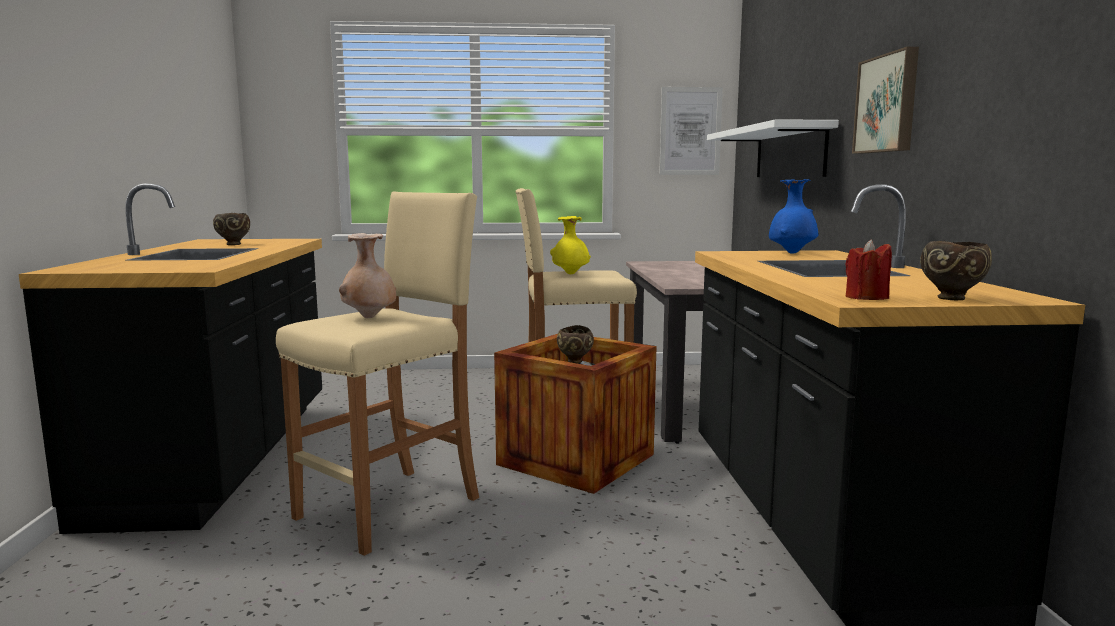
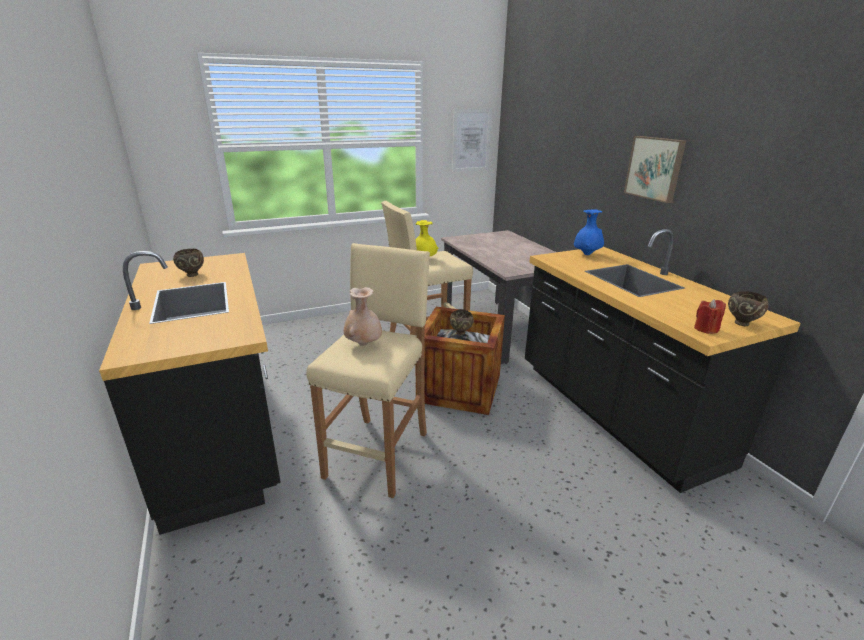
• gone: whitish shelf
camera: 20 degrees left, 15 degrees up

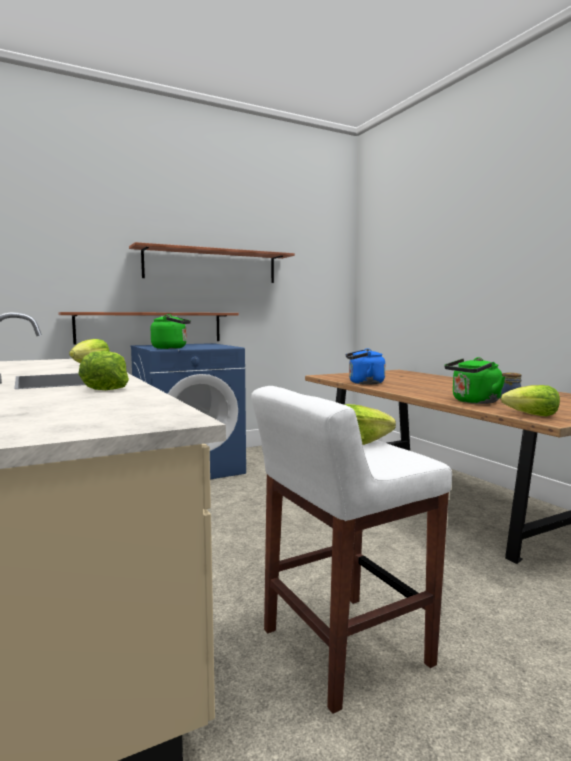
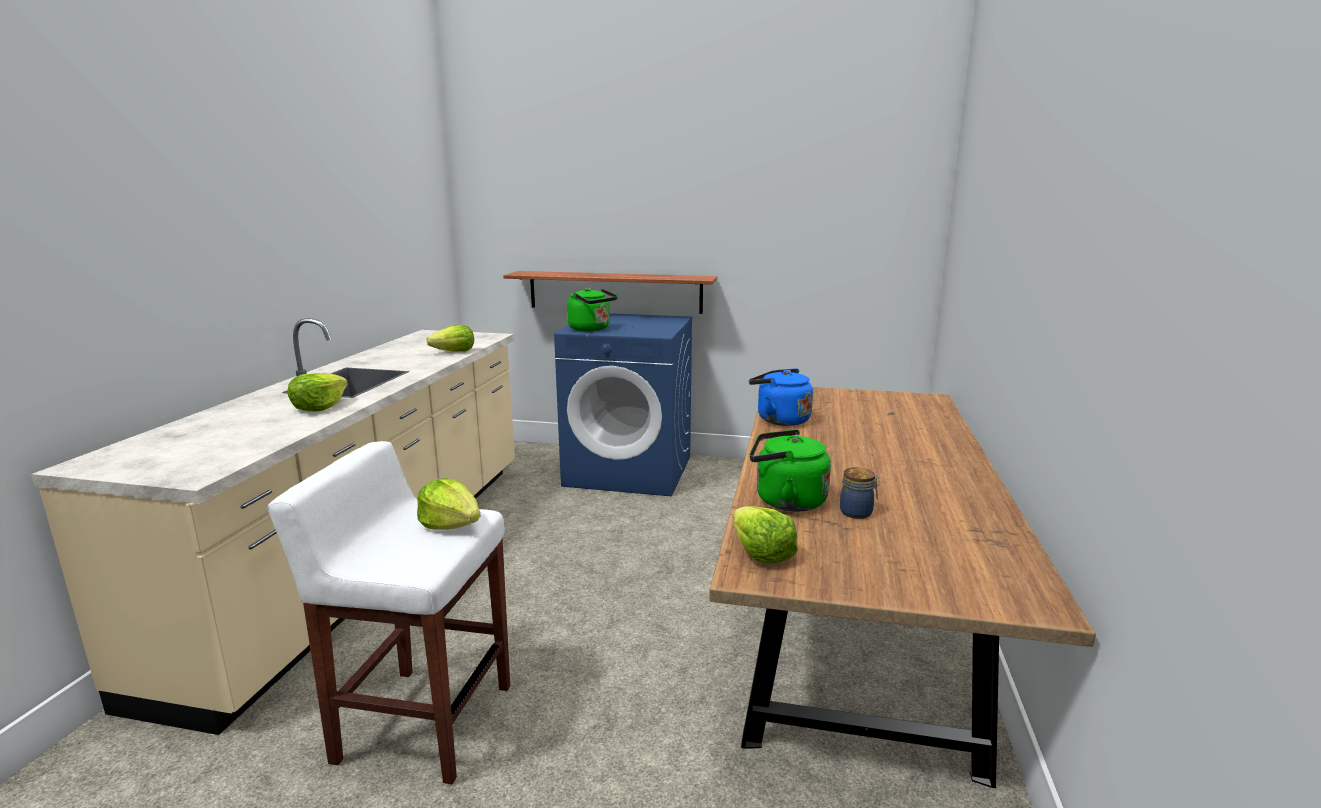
• gone: shelf (no. 2 from left)
camera: 40 degrees right, 10 degrees up

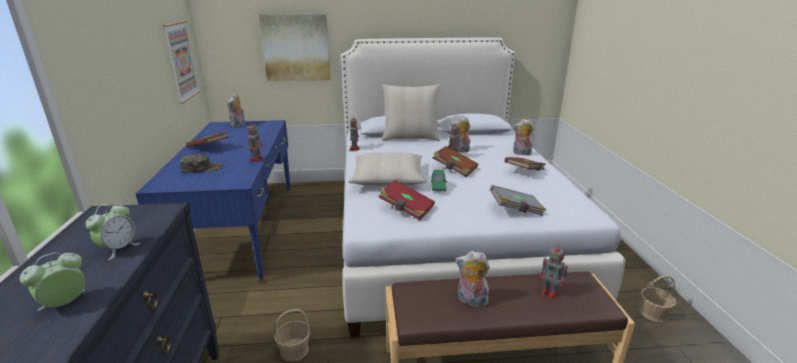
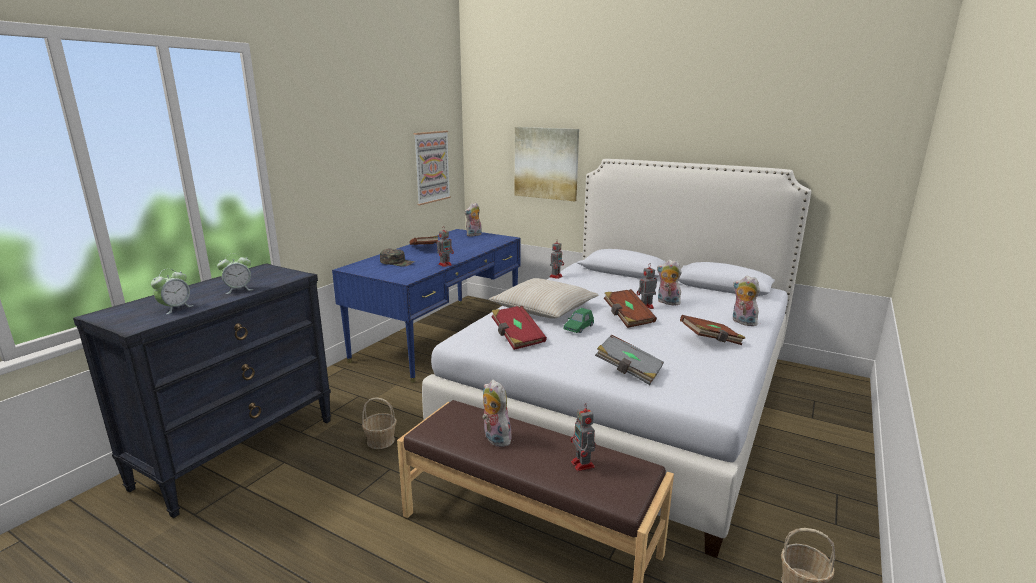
• rotated: alarm clock (no. 1 from left) 135 degrees clockwise
• gone: beige pillow (no. 2 from left)
camera: 35 degrees right, 5 degrees down

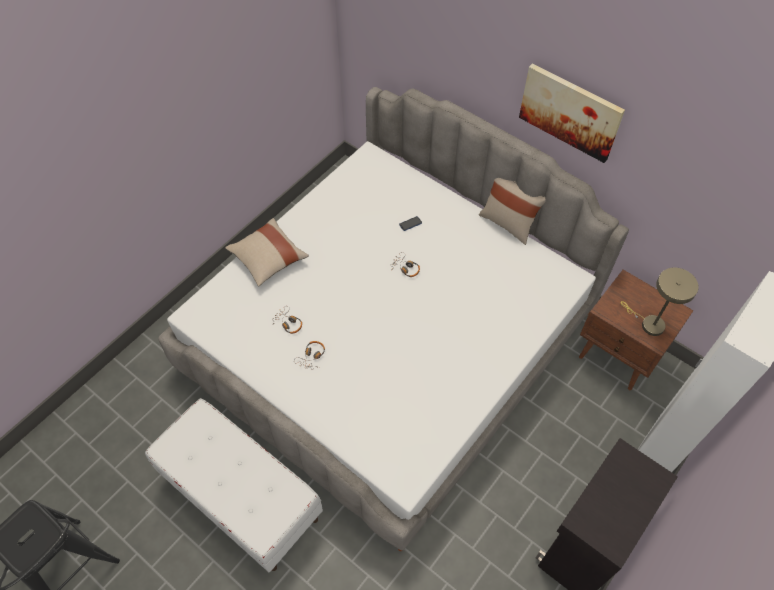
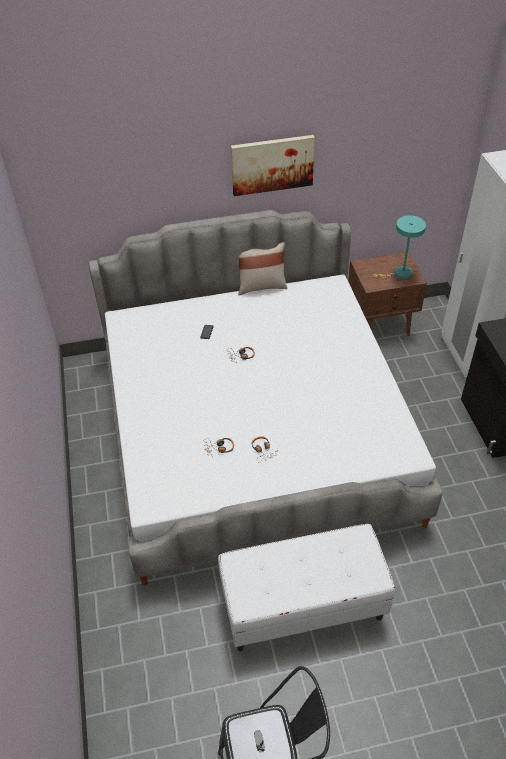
• repainted: beige tabletop lamp to turquoise tabletop lamp
• gone: beige pillow (no. 1 from left)
camera: 50 degrees left, 10 degrees down

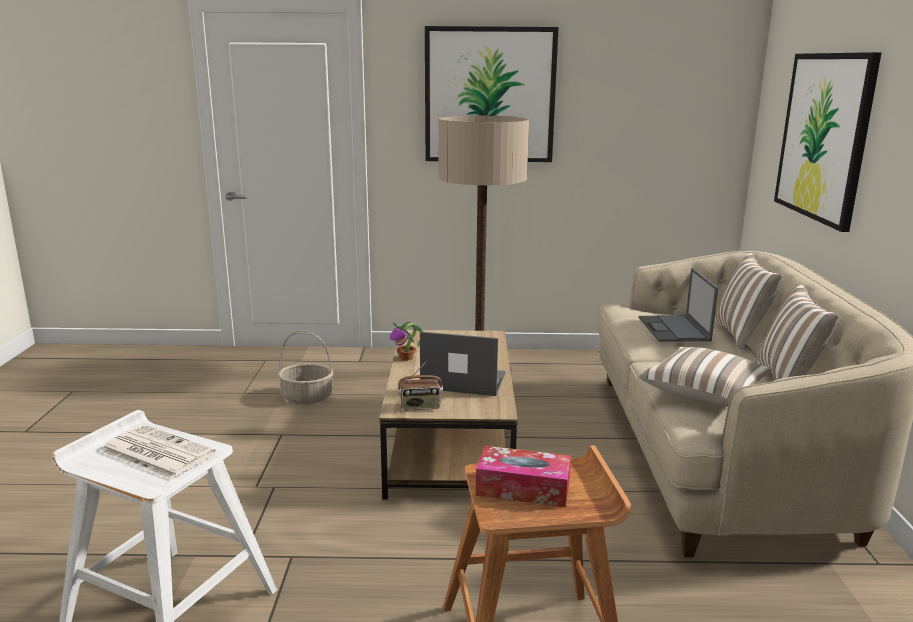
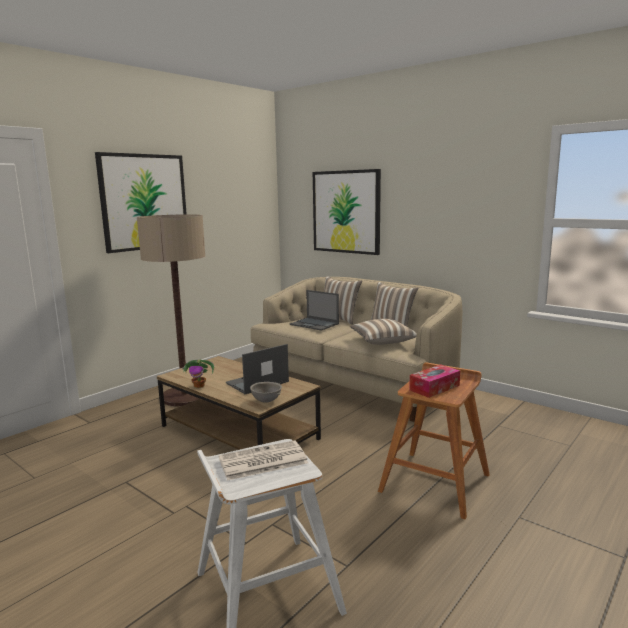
• swapped: radio set to grey deep dish
• gone: household basket
camera: 50 degrees left, 5 degrees down

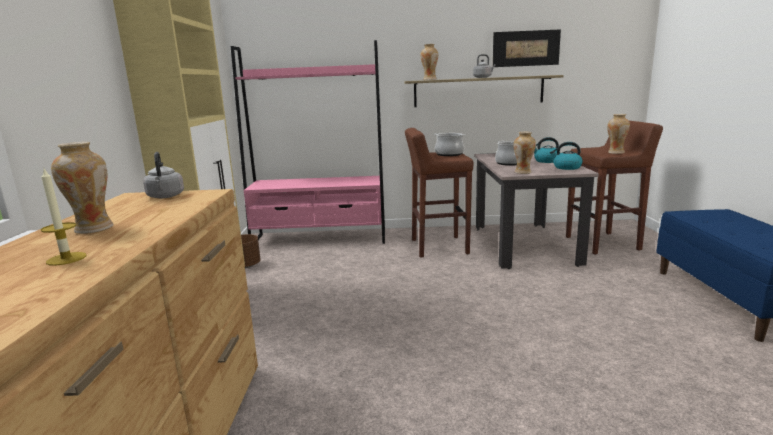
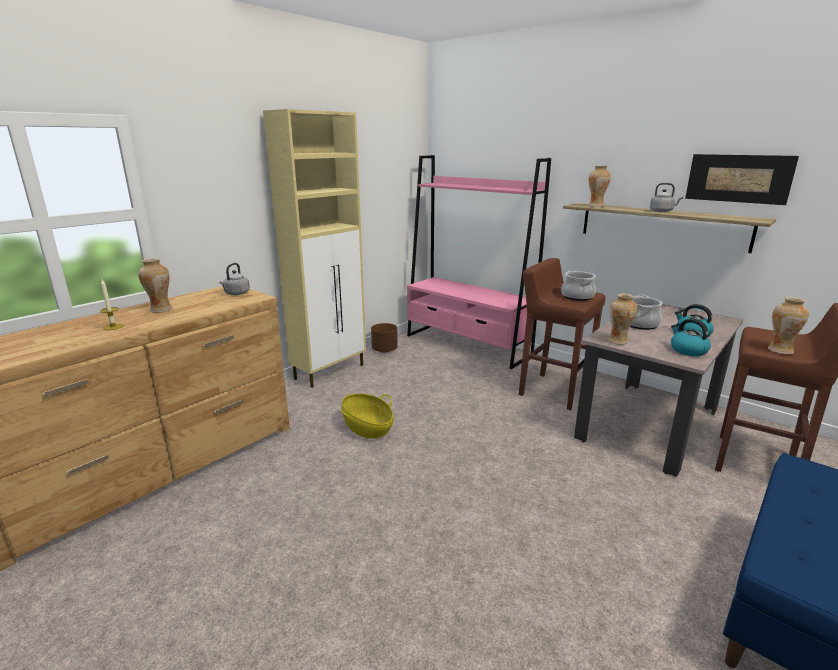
• new: household basket
camera: 40 degrees right, 5 degrees up

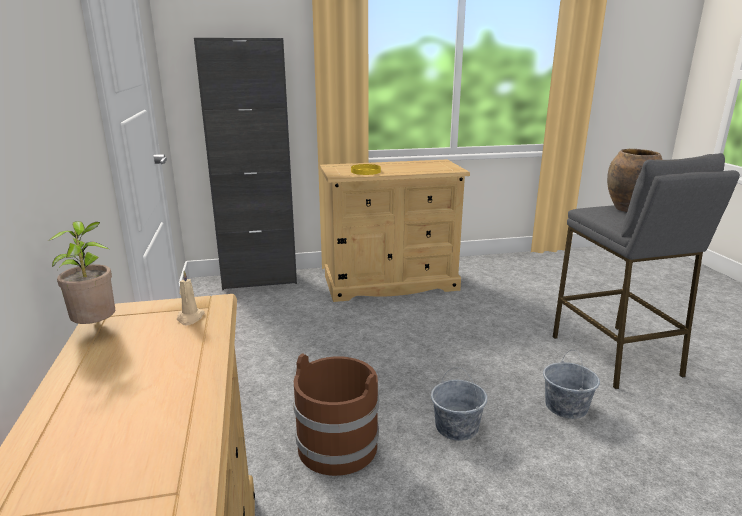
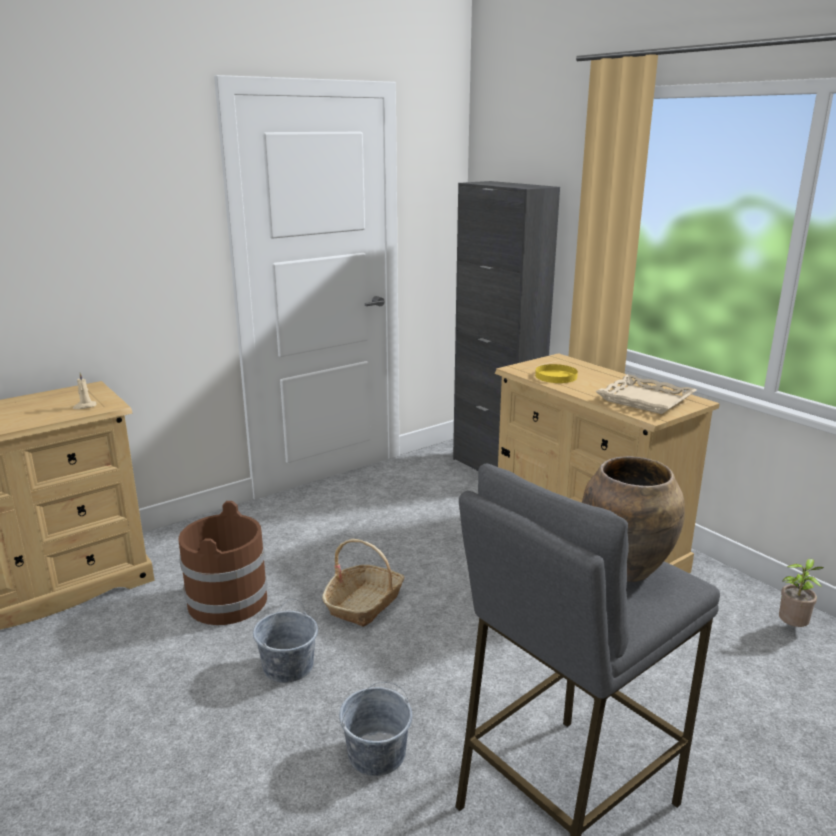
• new: household basket
• new: beige tray
• shifted: houseplant
camera: 65 degrees right, 0 degrees up

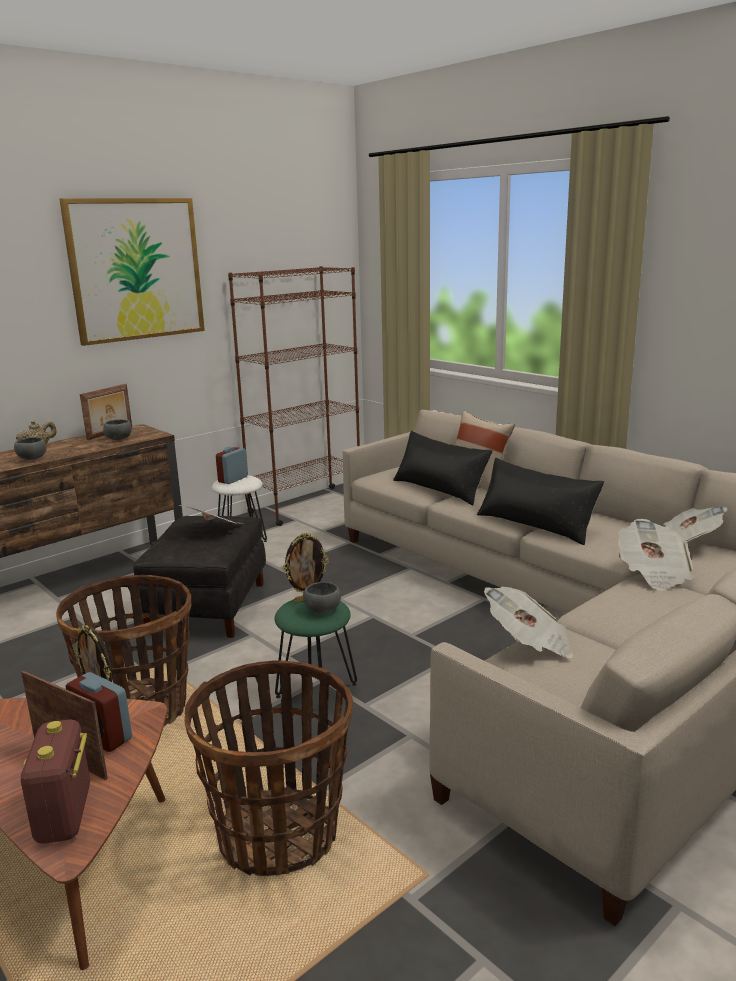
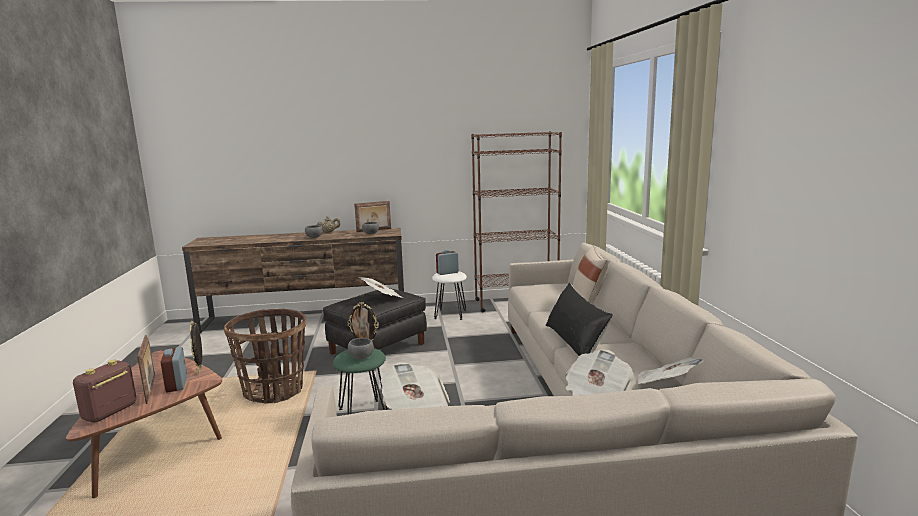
• gone: wall picture
• gone: household basket (no. 2 from left)
• gone: black-coloured pillow (no. 1 from left)
camera: 35 degrees right, 5 degrees down

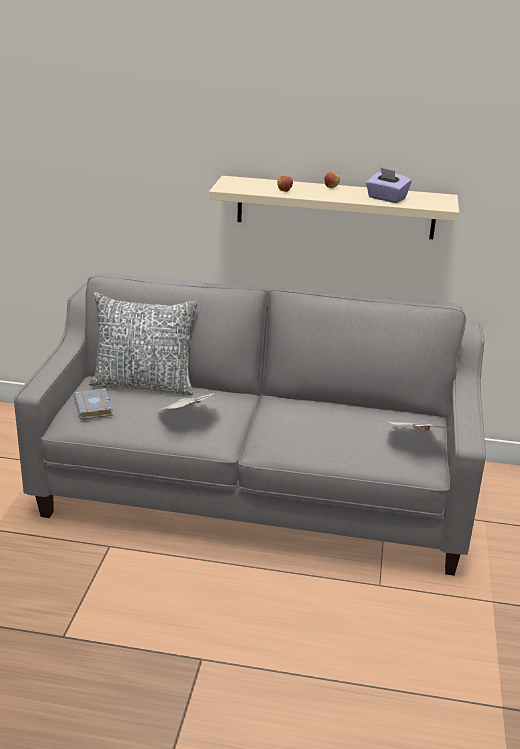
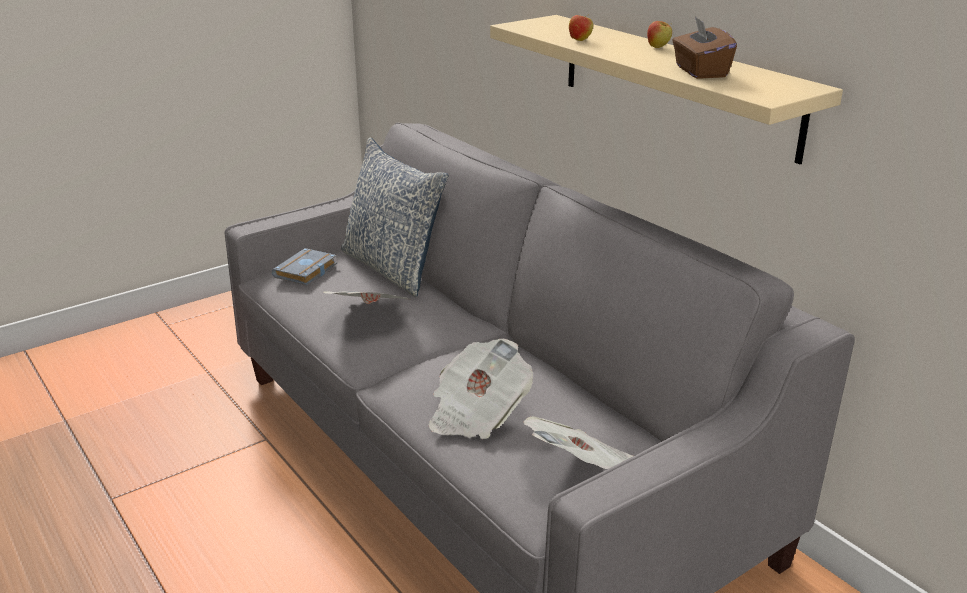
• new: printed paper (no. 2 from left)
• repainted: purple tissue box to brown-coloured tissue box
camera: 45 degrees right, 0 degrees up

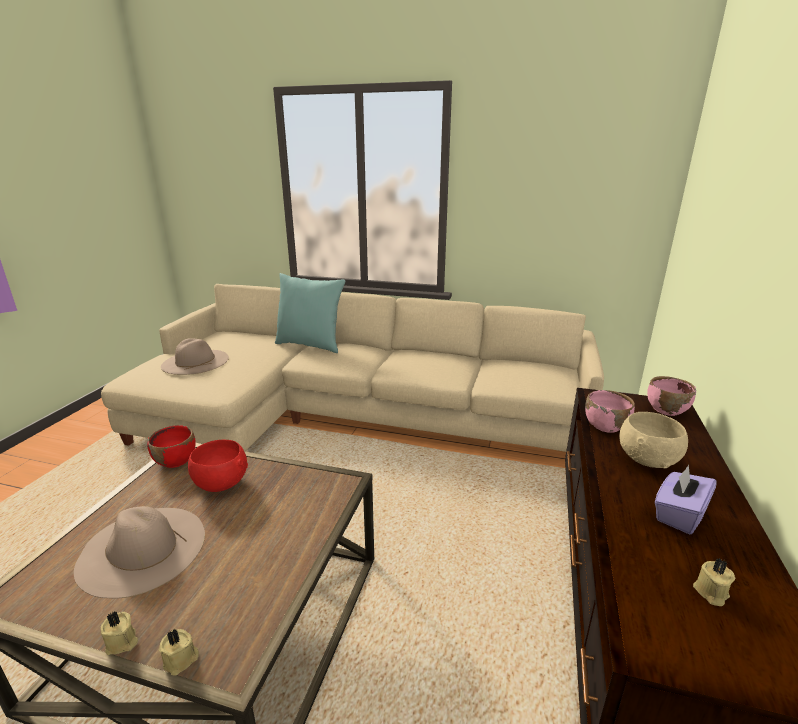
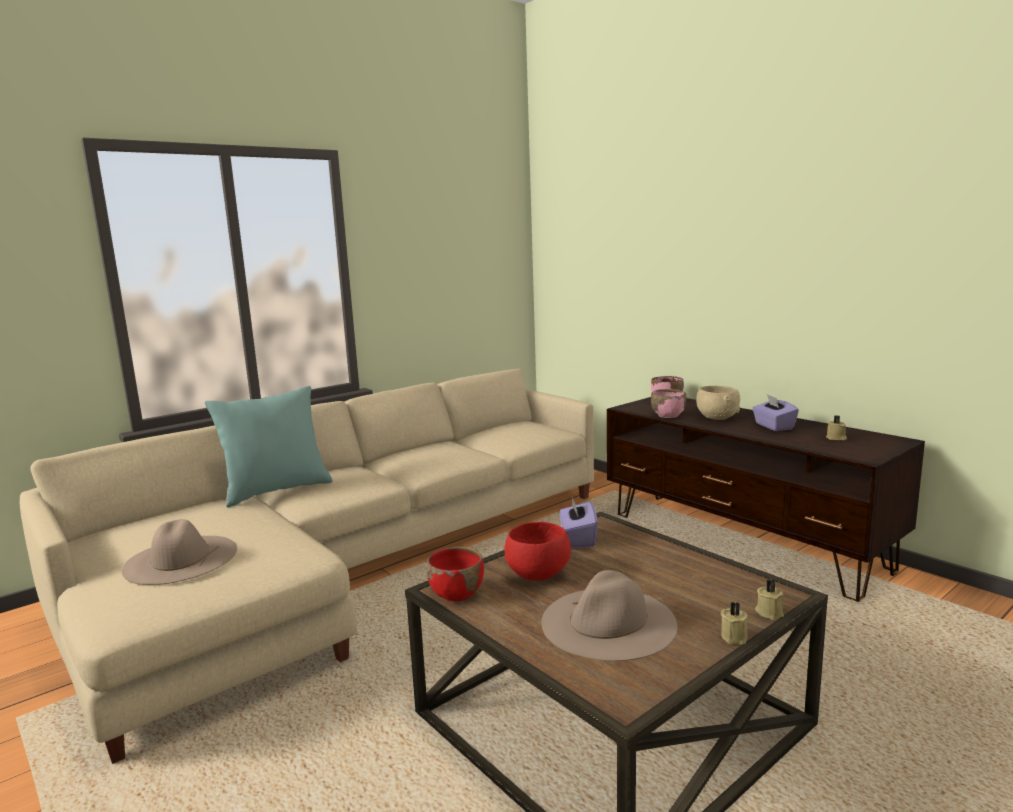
• new: purple tissue box (no. 1 from left)
camera: 55 degrees left, 10 degrees down

